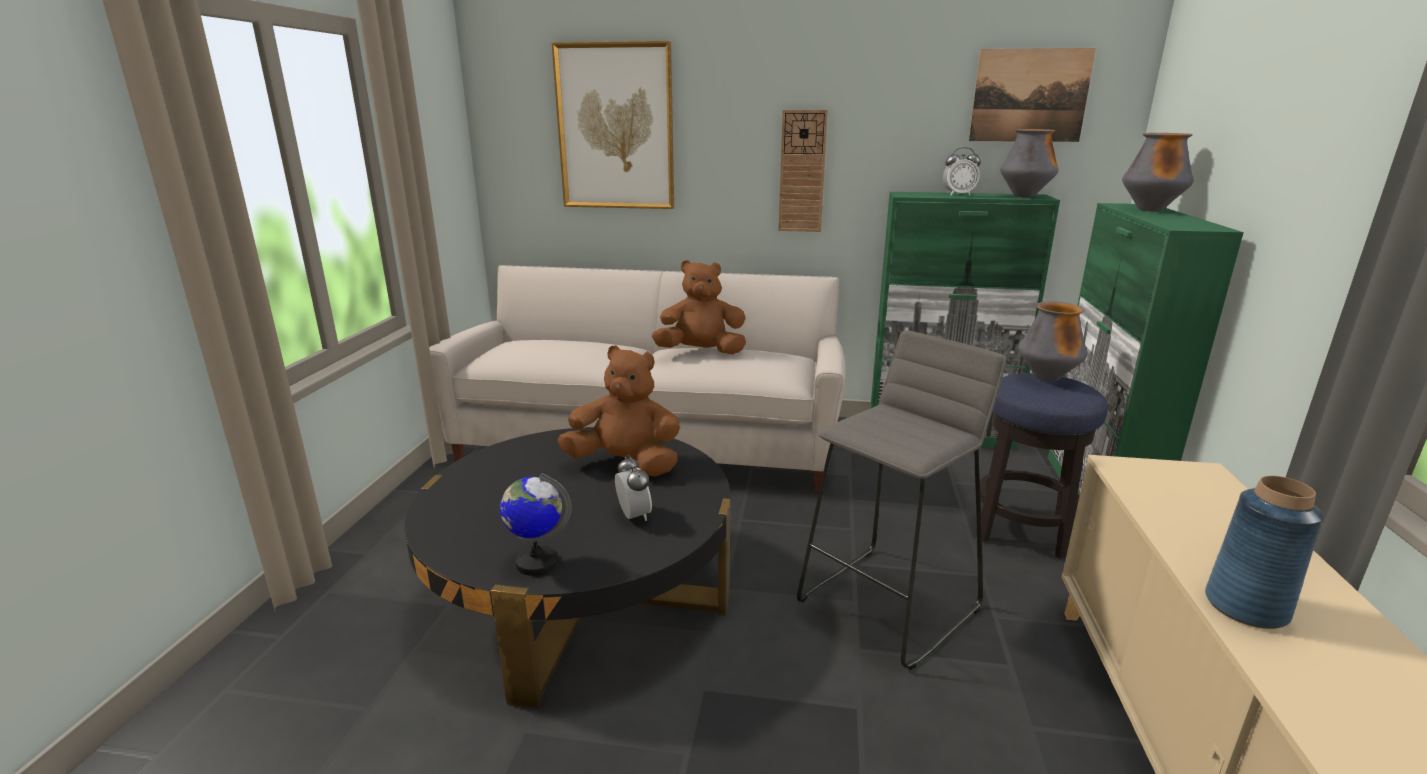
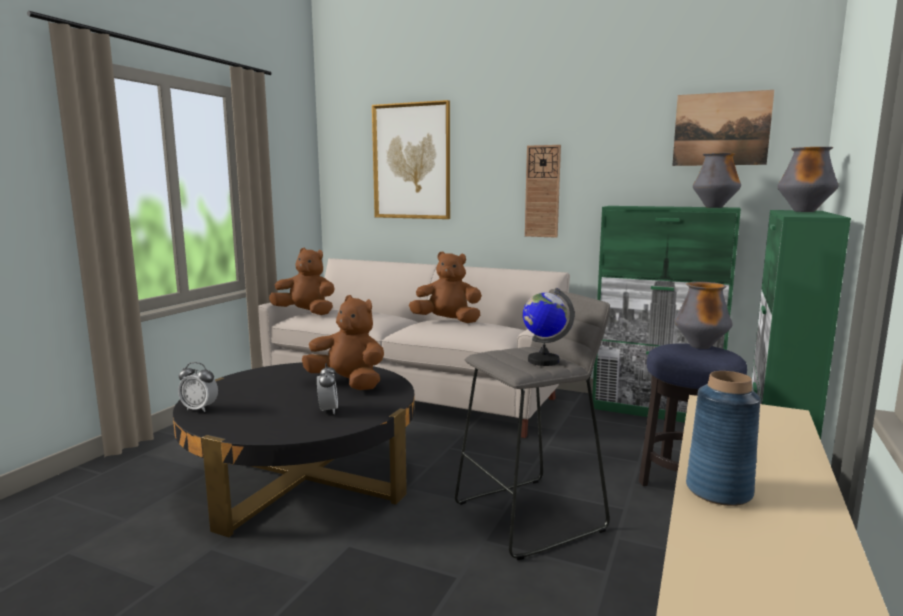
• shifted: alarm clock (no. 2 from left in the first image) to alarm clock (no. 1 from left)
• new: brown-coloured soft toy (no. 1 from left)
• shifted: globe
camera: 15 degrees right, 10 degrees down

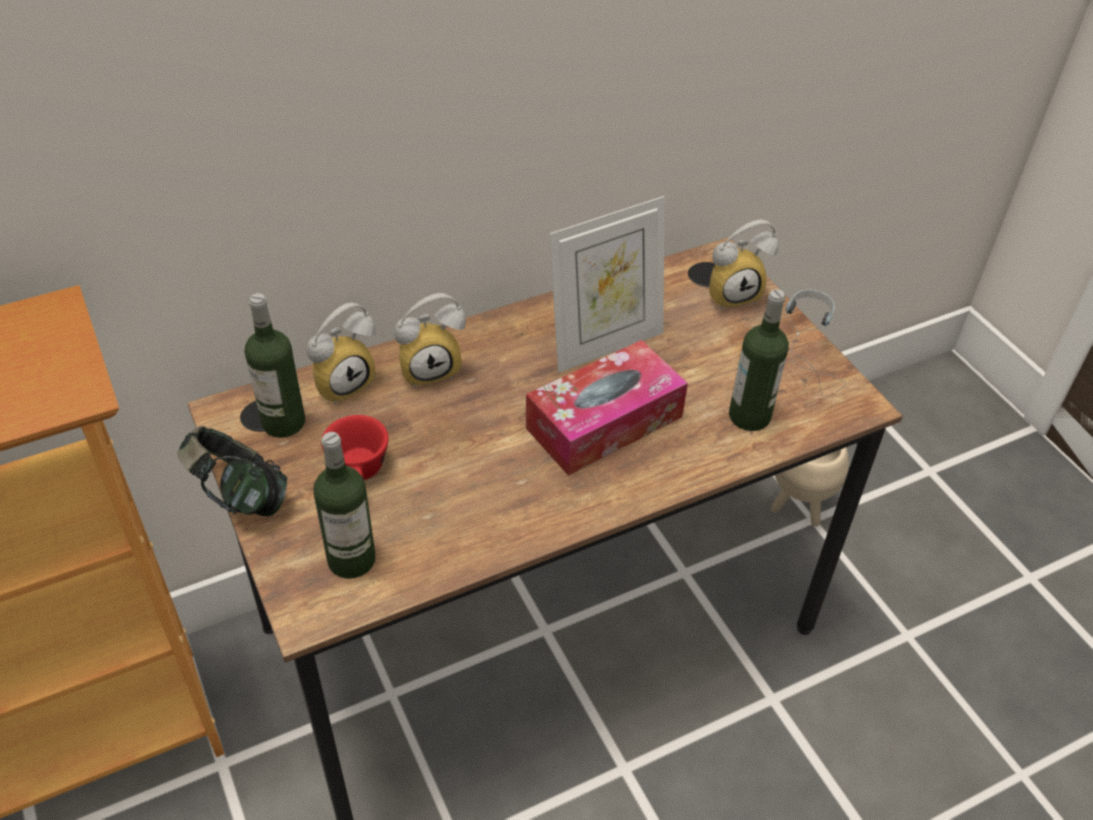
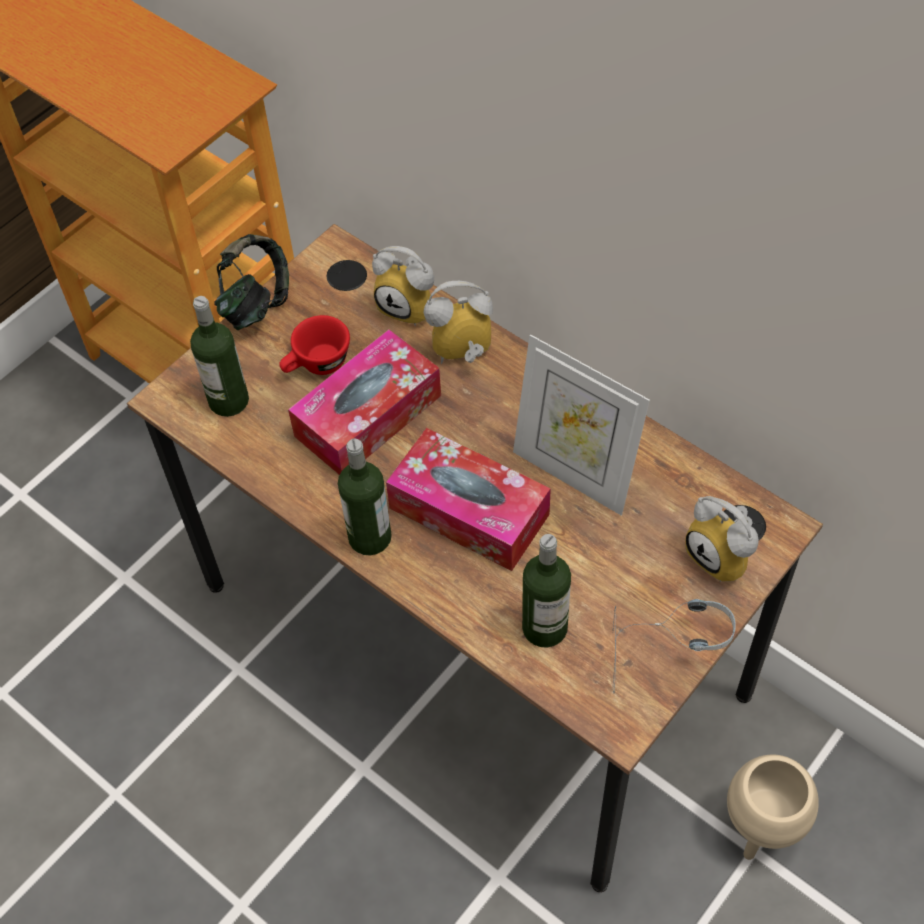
• new: tissue box (no. 1 from left)
• shifted: drink bottle (no. 1 from left in the first image) to drink bottle (no. 2 from left)
• rotated: alarm clock (no. 2 from left) 120 degrees clockwise
camera: 70 degrees right, 10 degrees up

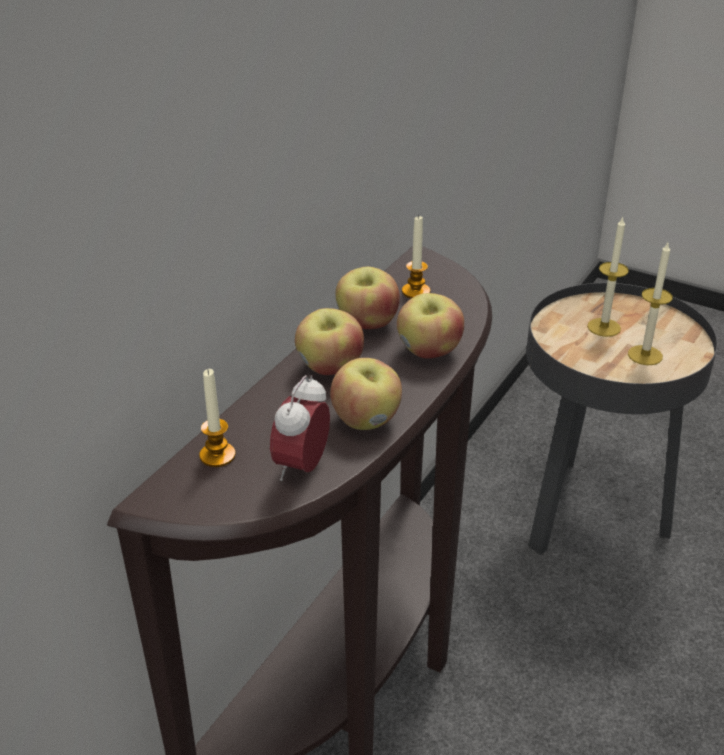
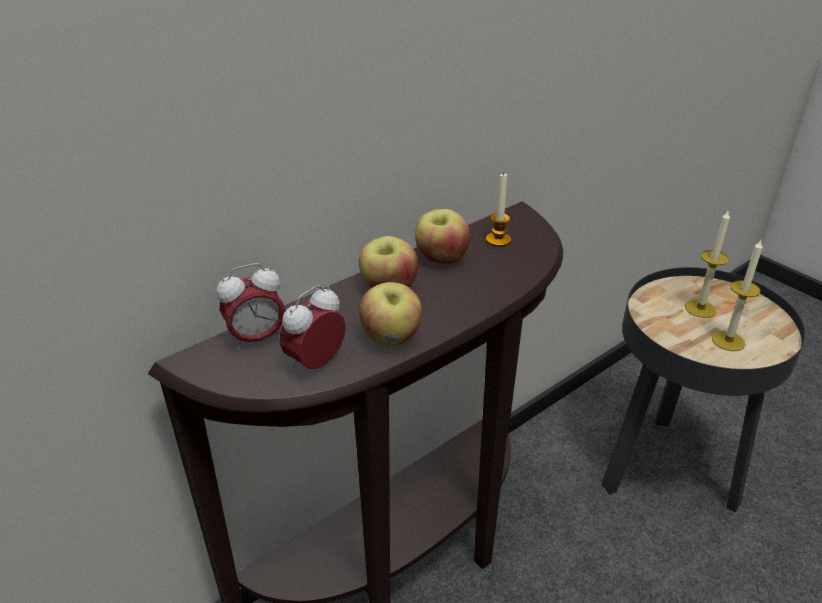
• swapped: candle (no. 1 from left) to alarm clock (no. 1 from left)
• gone: apple (no. 4 from left)
camera: 20 degrees right, 0 degrees up

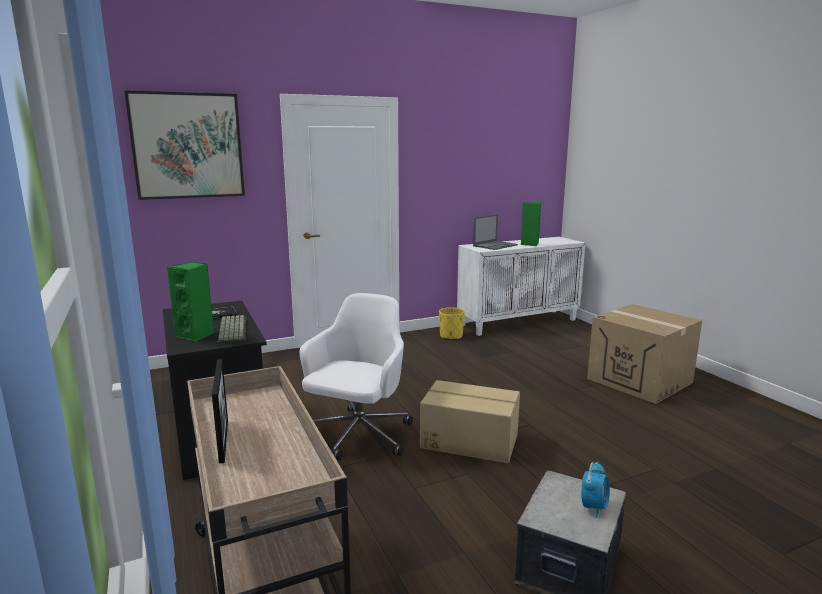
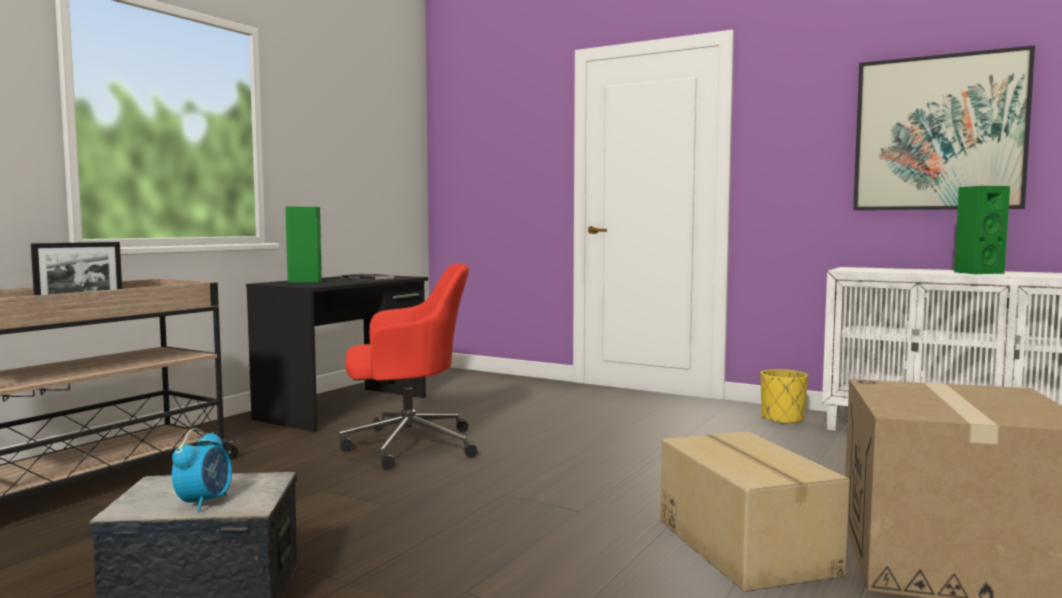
• rotated: alarm clock 75 degrees counterclockwise
• repainted: whitish desk chair to red-coloured desk chair
• shifted: packing box (no. 1 from left)
• shifted: wall picture
• gone: PC keyboard
• gone: notebook computer
camera: 55 degrees right, 10 degrees down

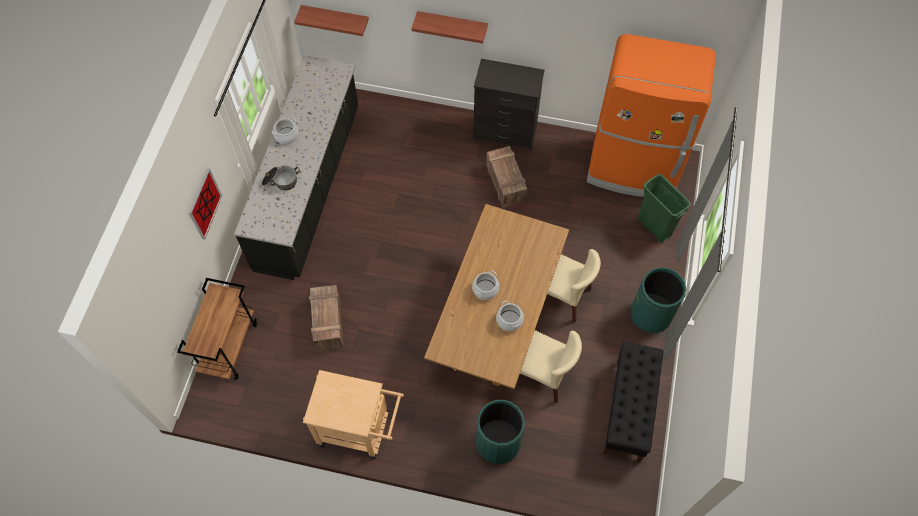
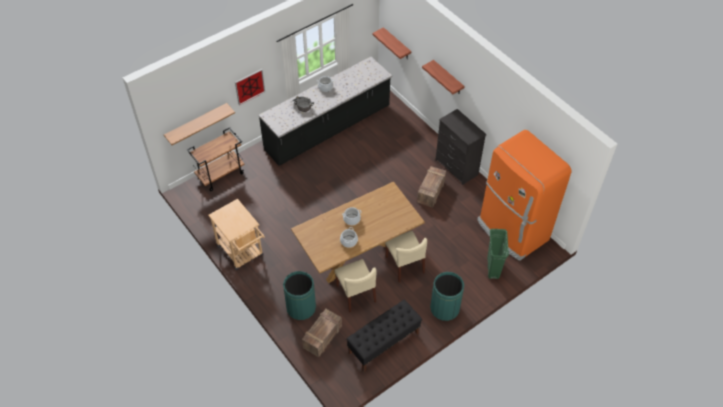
• new: shelf (no. 1 from left)
• shifted: crate (no. 1 from left)
camera: 40 degrees right, 10 degrees down

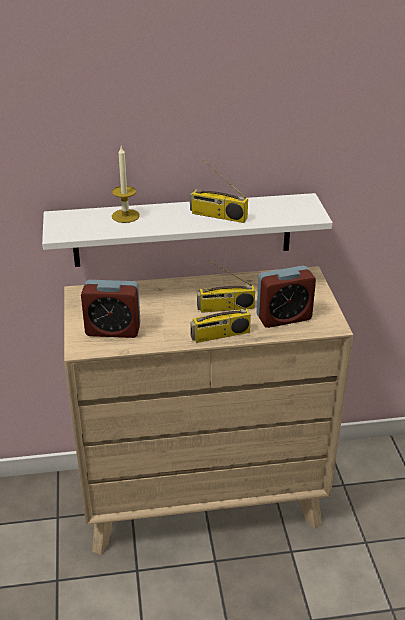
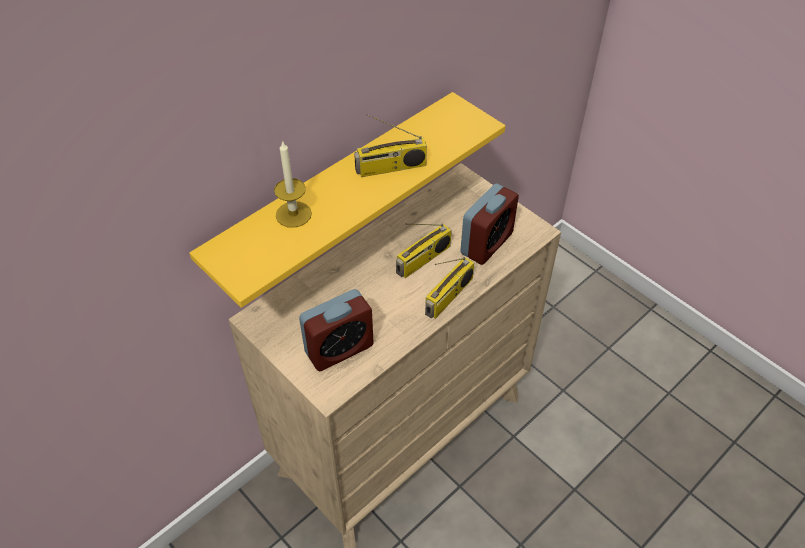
• repainted: whitish shelf to yellow-coloured shelf
camera: 35 degrees left, 15 degrees up

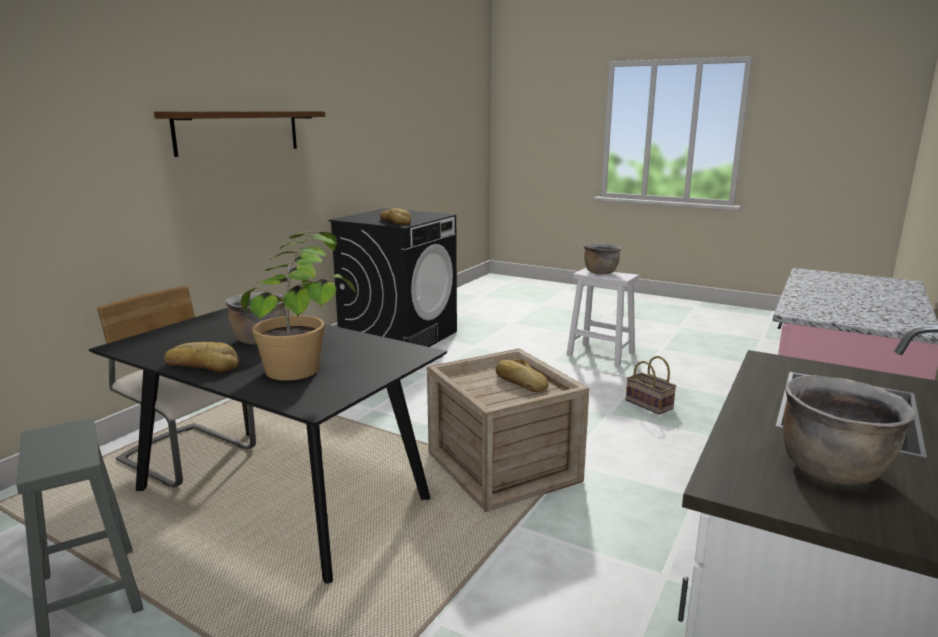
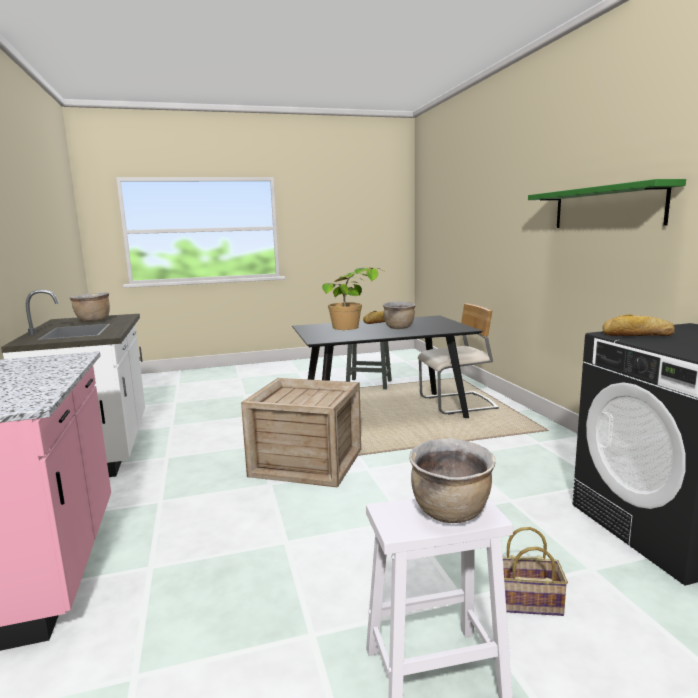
• shifted: household basket
• repainted: brown-coloured shelf to green-coloured shelf
• gone: baked bread (no. 3 from left)
camera: 135 degrees right, 5 degrees down

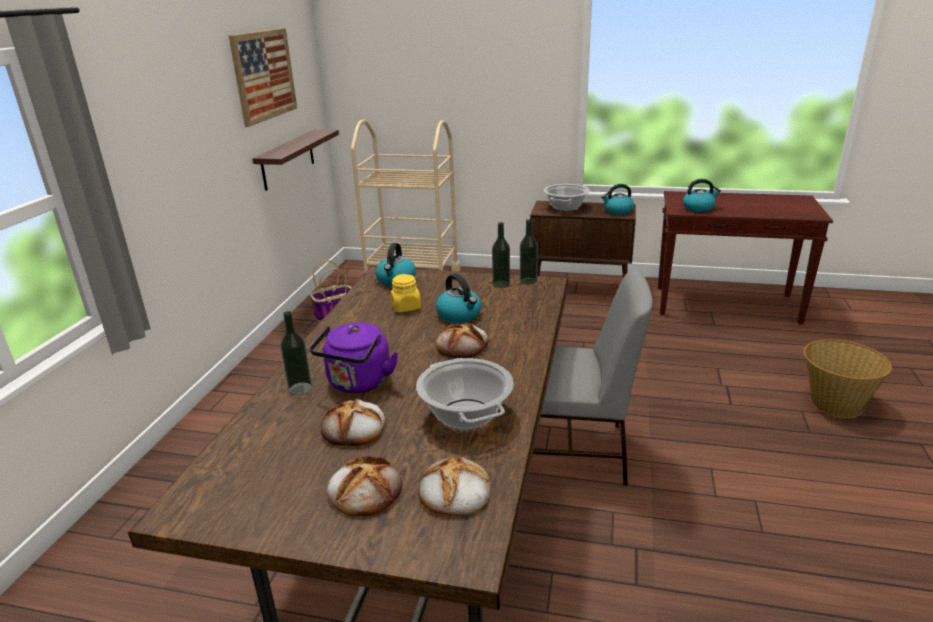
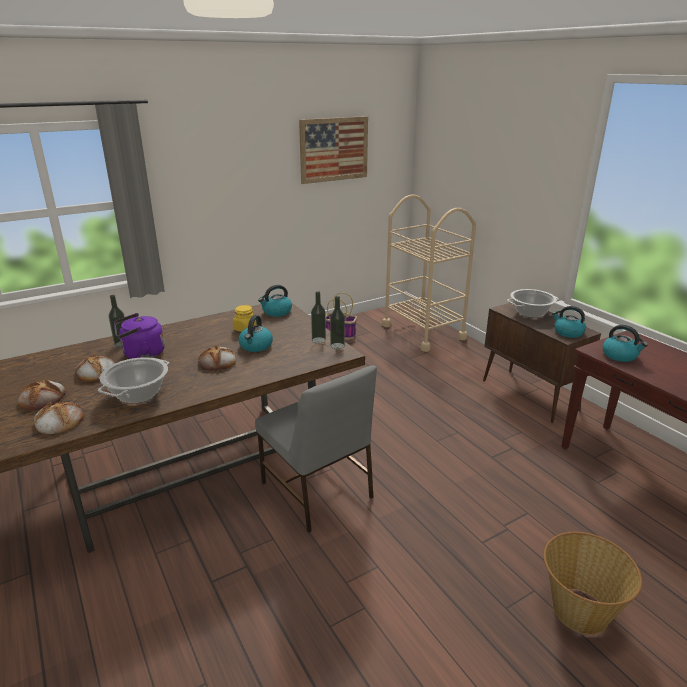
• gone: shelf
camera: 45 degrees right, 0 degrees up

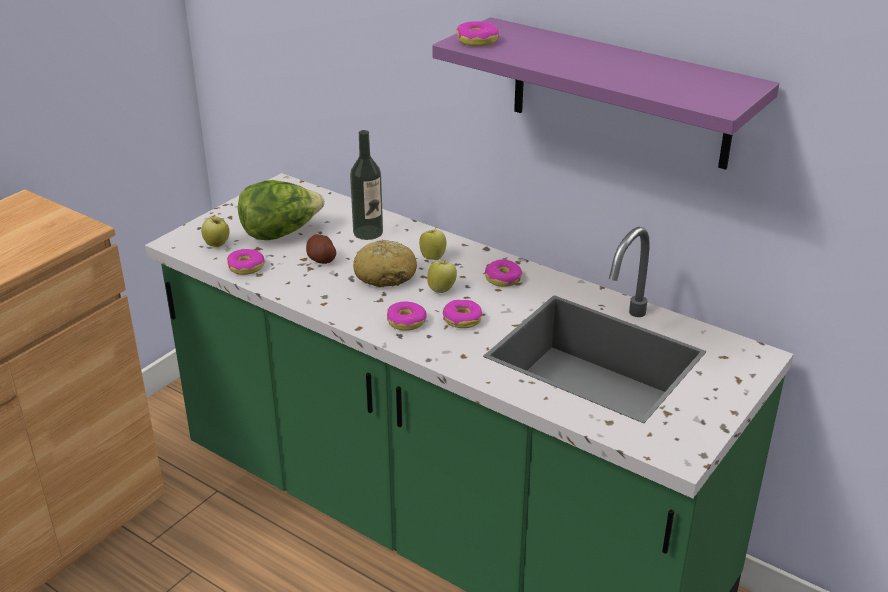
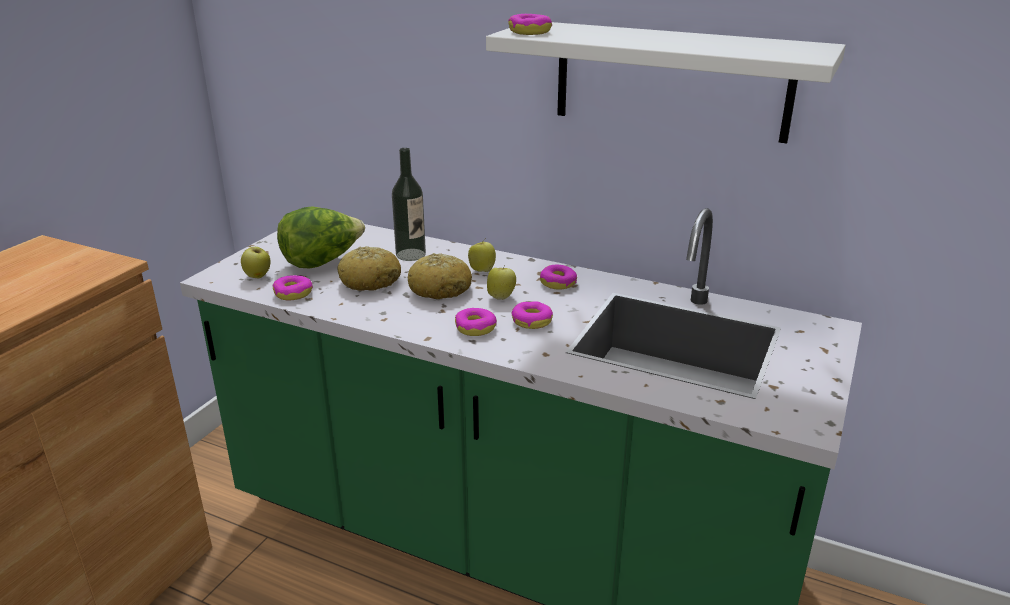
• swapped: spud to baked bread (no. 1 from left)
• repainted: purple shelf to whitish shelf
camera: 10 degrees left, 5 degrees down

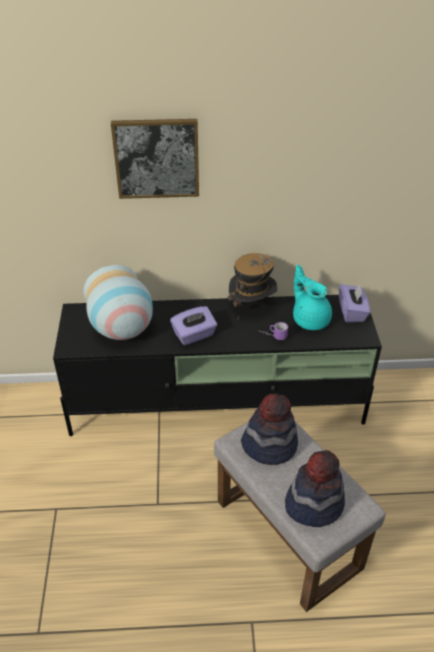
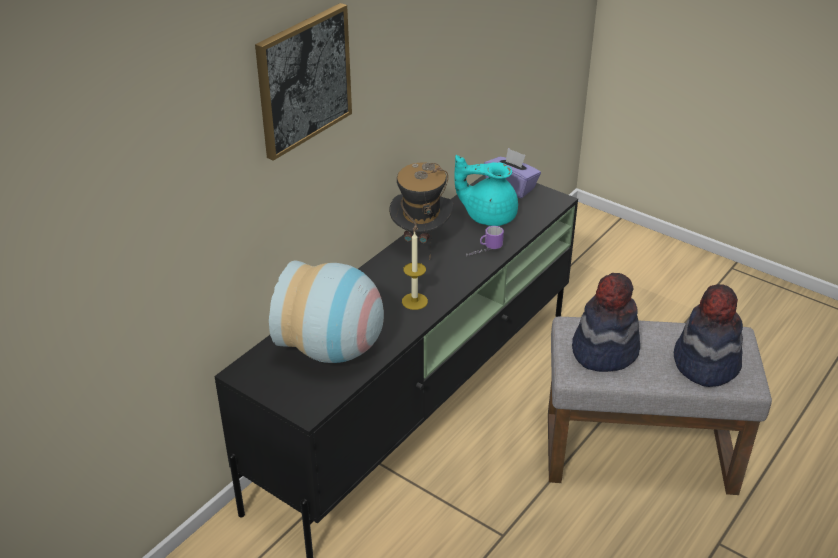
• swapped: purple tissue box (no. 1 from left) to candle
camera: 50 degrees left, 5 degrees down

